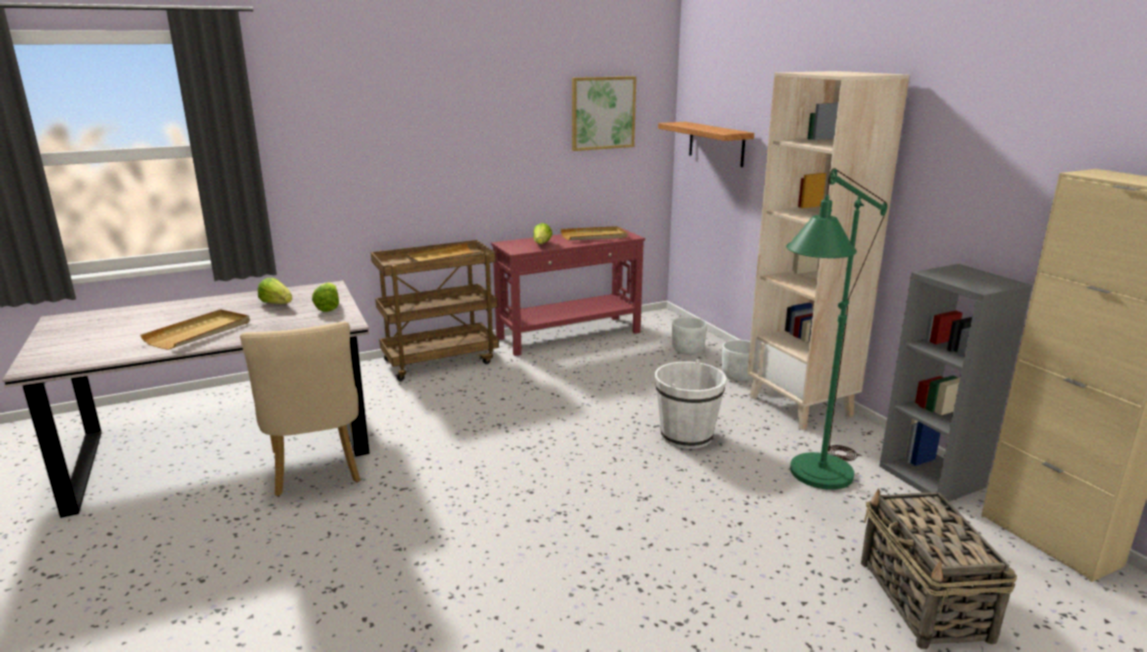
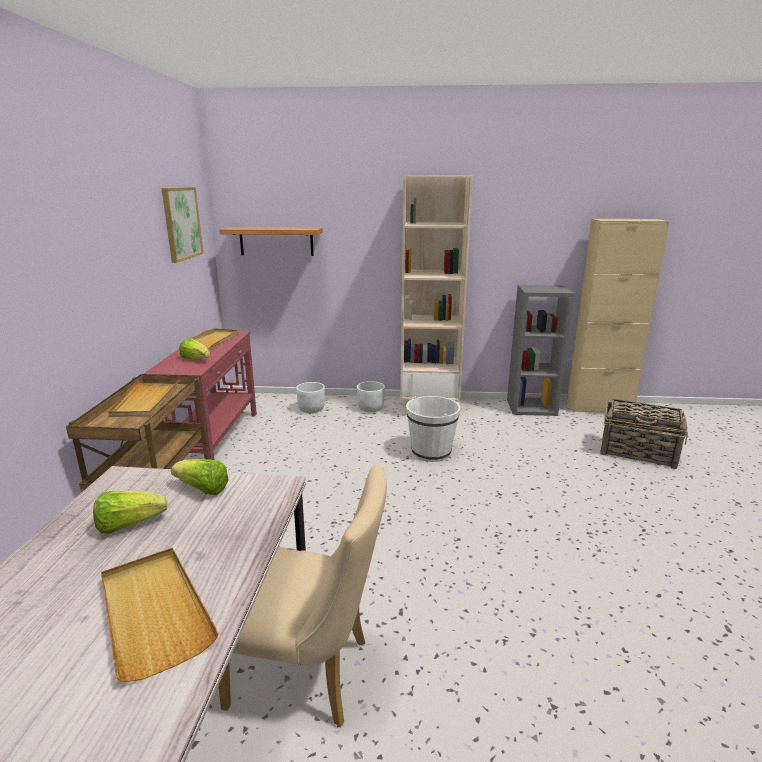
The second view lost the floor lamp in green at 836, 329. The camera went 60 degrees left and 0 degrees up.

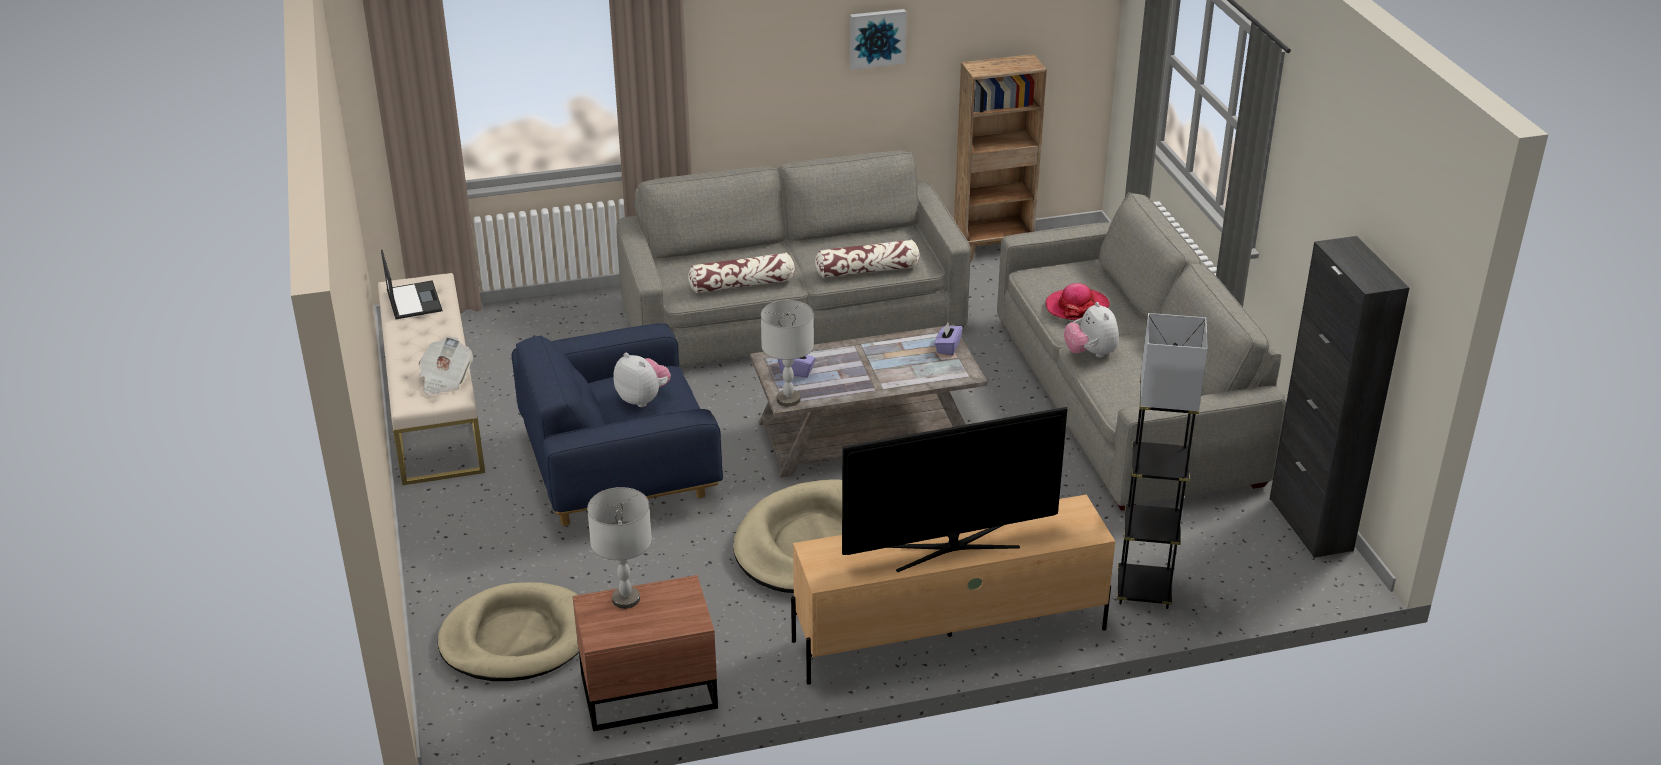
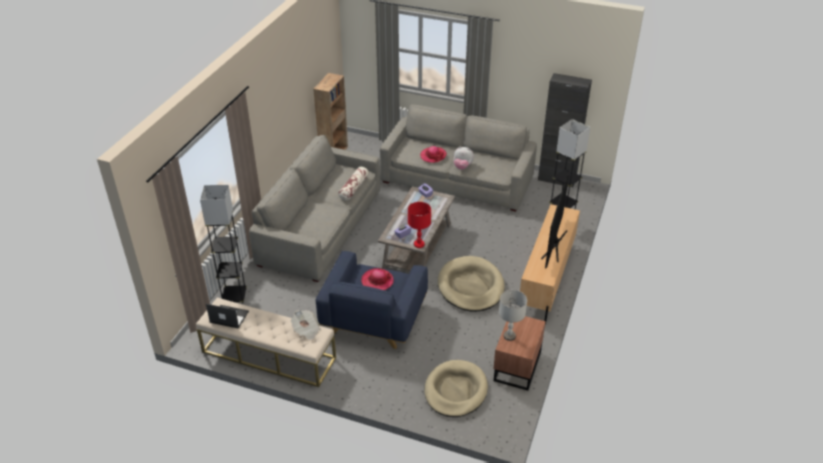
The second view gained the floor lamp in black at 223, 244. Where the plush toy stood at 642, 380, the hat came to stand at 377, 279. What was the table lamp in grey at 787, 353 turned into the table lamp in red at 419, 225. The second view lost the pillow at 741, 273. The second view lost the picture at 878, 39. The camera went 55 degrees left and 5 degrees up.

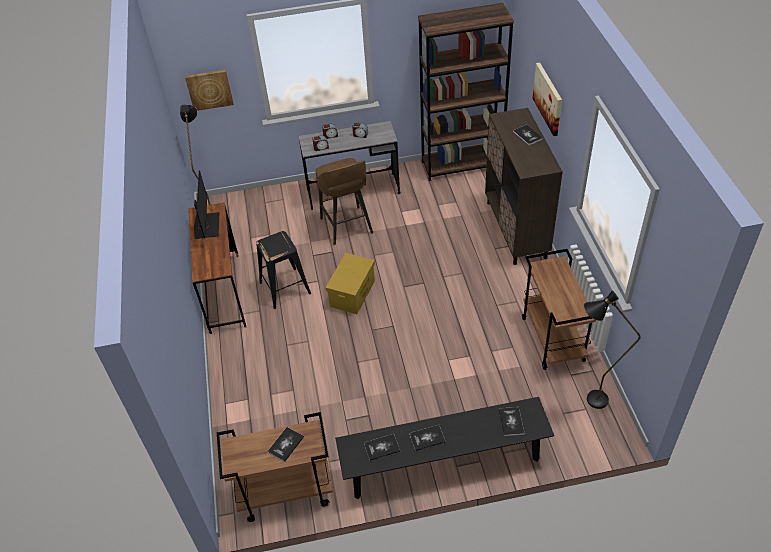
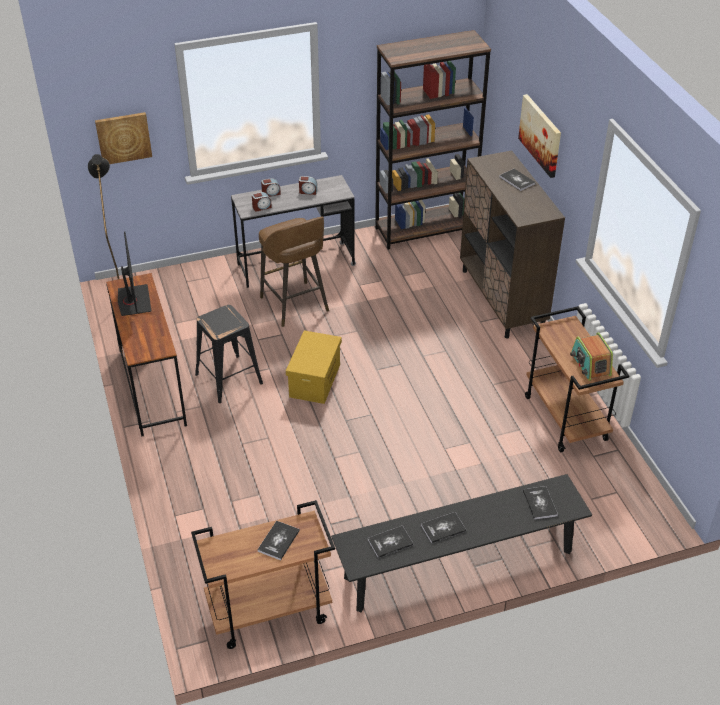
The second view gained the radio at 591, 356. The second view lost the floor lamp in black at 612, 349. The camera went 10 degrees left and 5 degrees down.

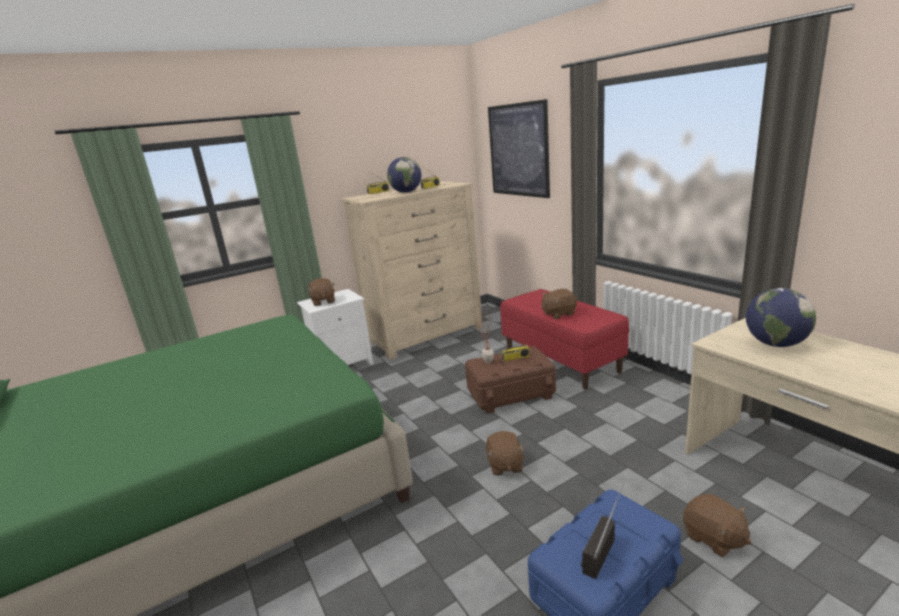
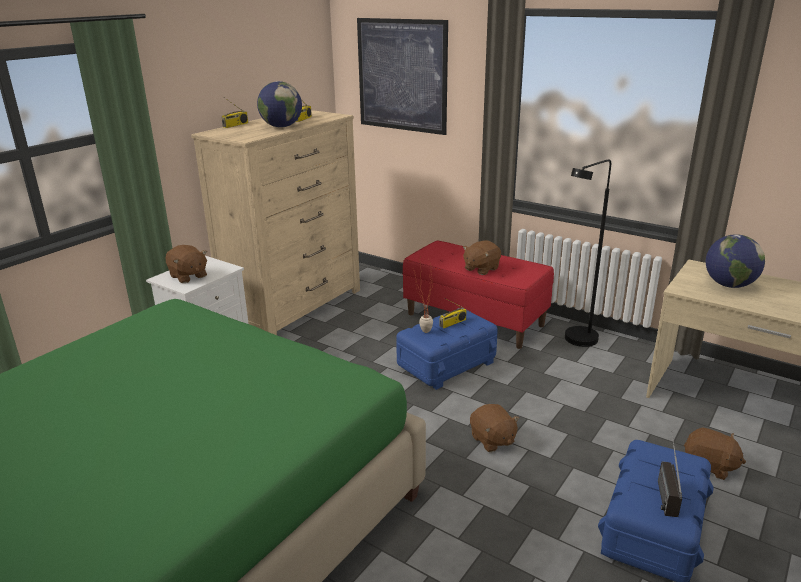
What was the storage box in brown at 510, 380 turned into the storage box in blue at 447, 349. The second view gained the floor lamp in black at 588, 253. The camera went 25 degrees left and 5 degrees up.

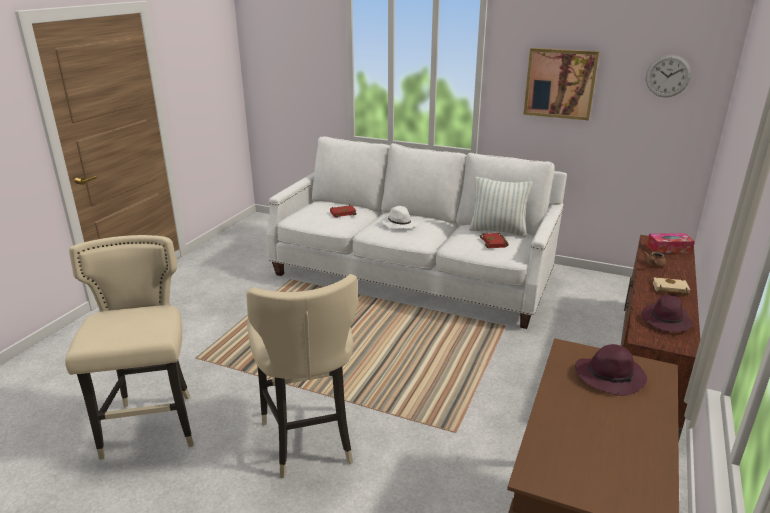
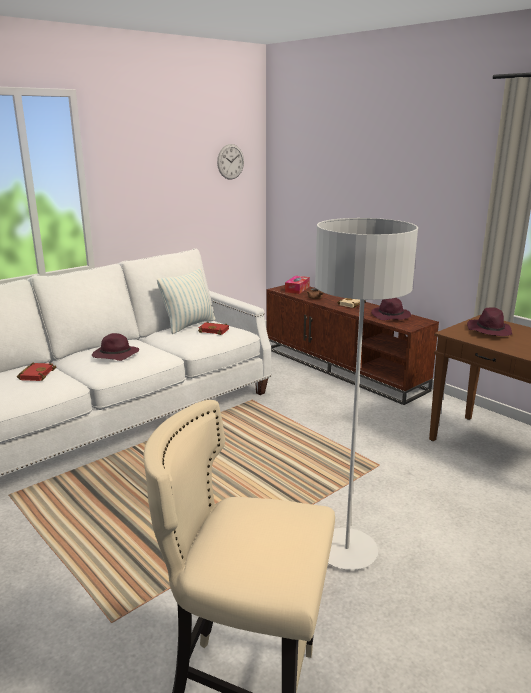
What was the hat in white at 399, 217 turned into the hat in purple at 115, 347. Where the stool in beige stood at 302, 376, the floor lamp in grey came to stand at 366, 394. The second view lost the picture at 561, 84. The camera went 65 degrees left and 5 degrees down.

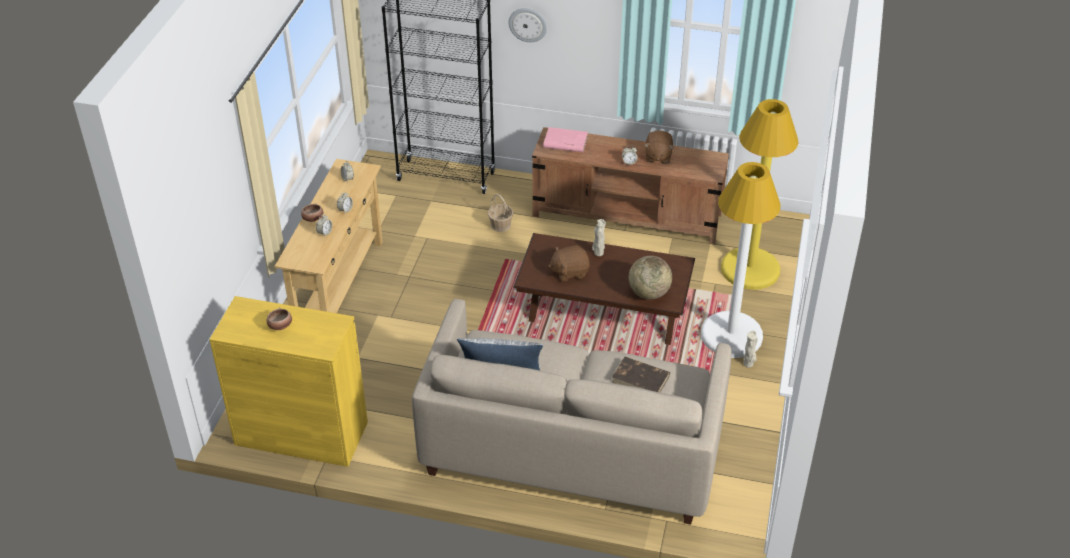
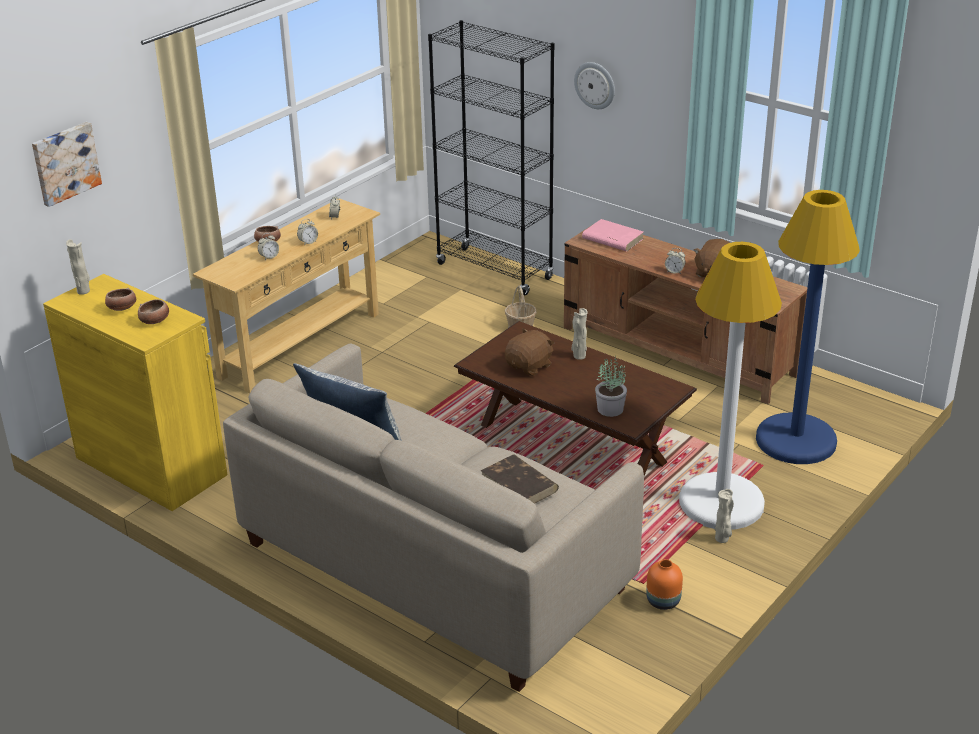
The second view gained the picture at 67, 164. The second view gained the vase in beige at 78, 267. The second view gained the bowl at 153, 311. The plush toy in brown at 568, 264 ended up facing another way, 120 degrees clockwise from before. Where the globe stood at 650, 277, the potted plant came to stand at 611, 386. The second view gained the vase in orange at 664, 584. What was the floor lamp in yellow at 760, 194 turned into the floor lamp in blue at 808, 327. The camera went 25 degrees right and 10 degrees down.

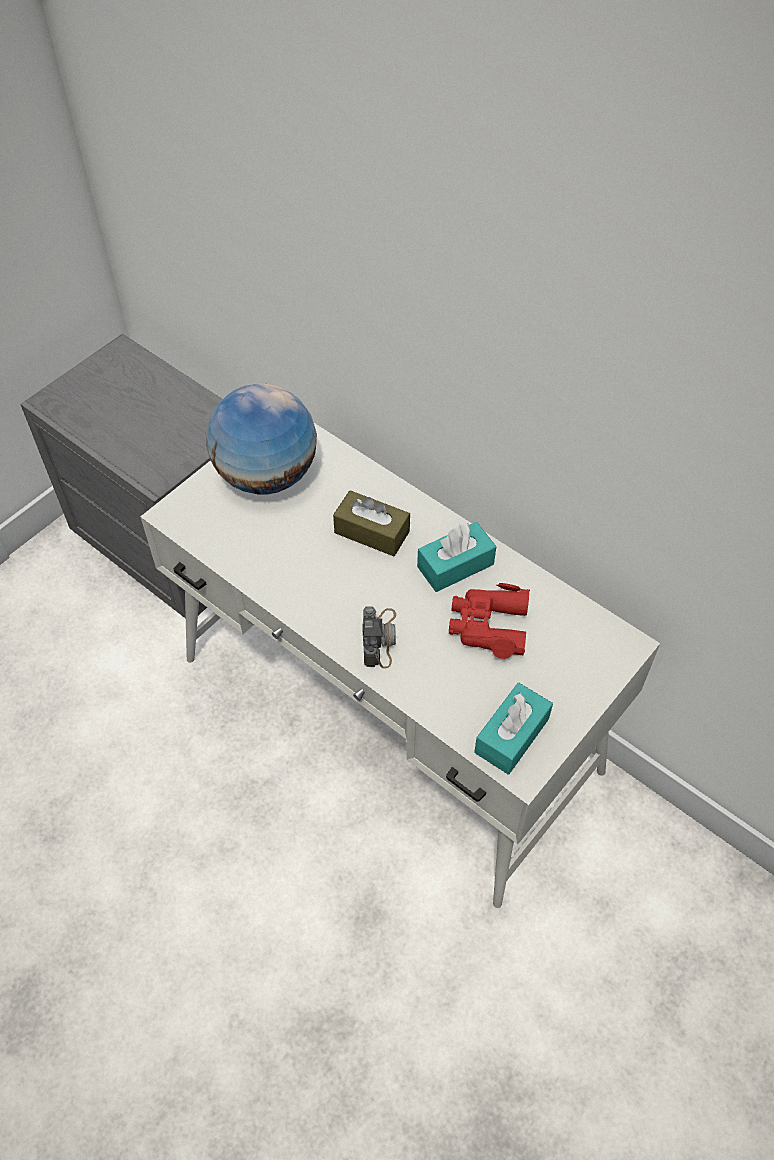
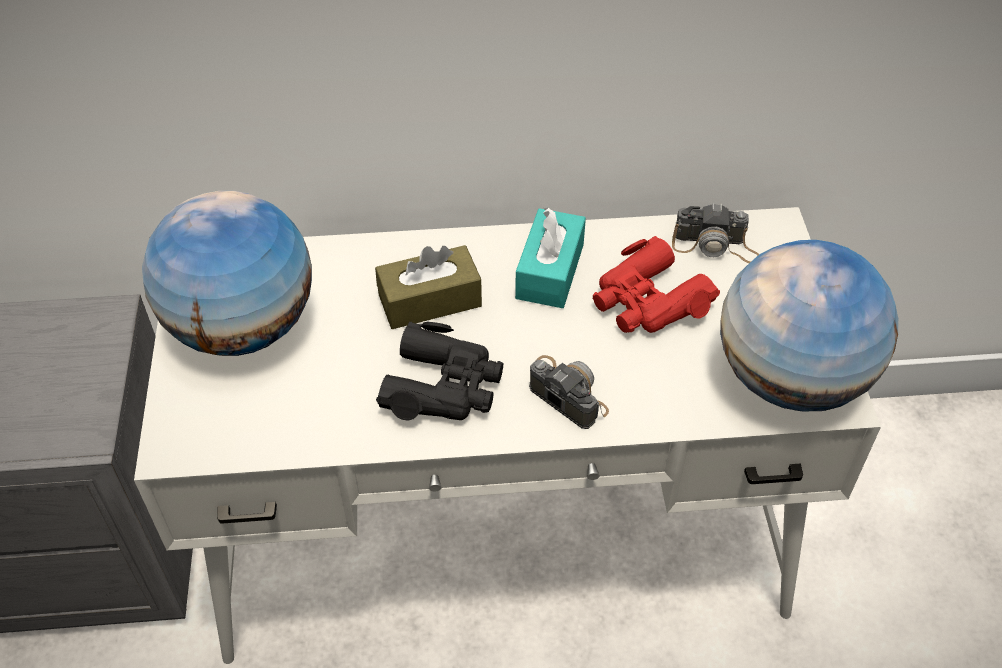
The second view gained the binoculars in black at 439, 371. The second view gained the photo camera at 715, 233. Where the tissue box in turquoise stood at 513, 729, the globe came to stand at 809, 325. The camera went 45 degrees left and 5 degrees down.

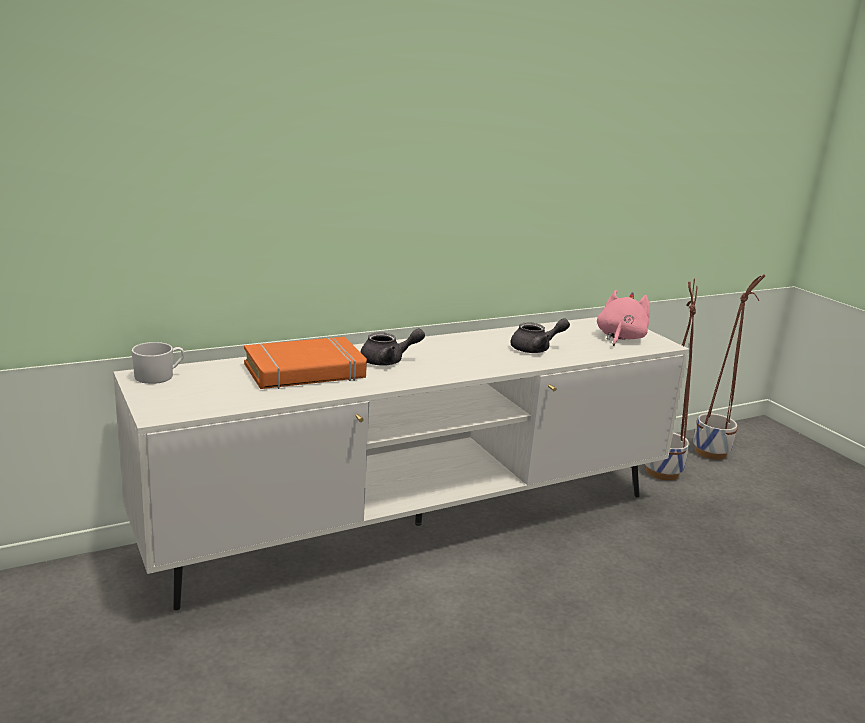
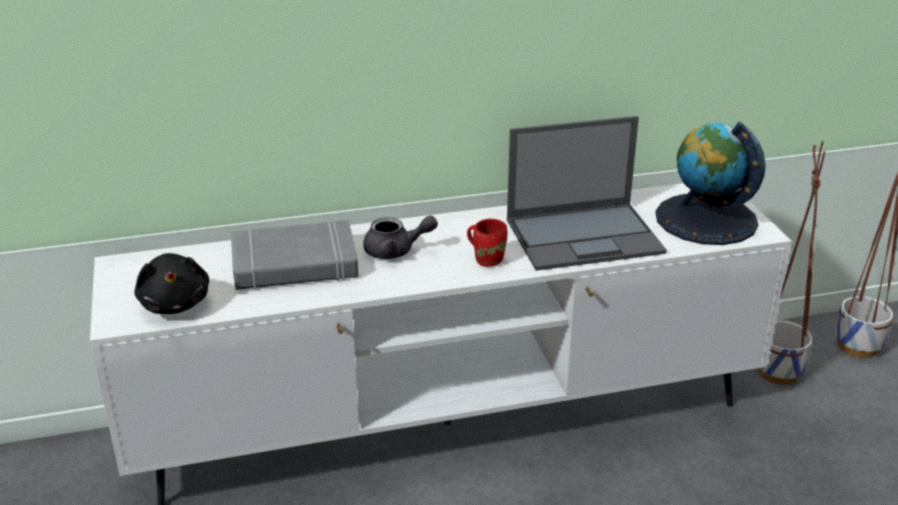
The second view gained the plush toy in black at 171, 283. What was the book in orange at 305, 363 turned into the book in grey at 295, 255. The second view gained the mug in red at 487, 243. Where the teapot in grey stood at 540, 335, the laptop came to stand at 587, 193. Where the plush toy in pink stood at 623, 318, the globe came to stand at 711, 183. The second view lost the mug in white at 157, 363. The camera went 15 degrees right and 10 degrees up.

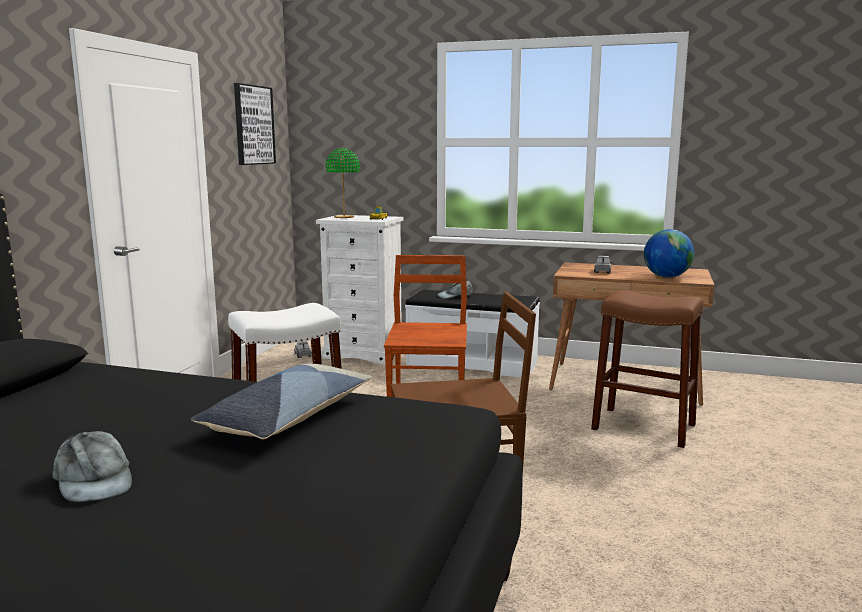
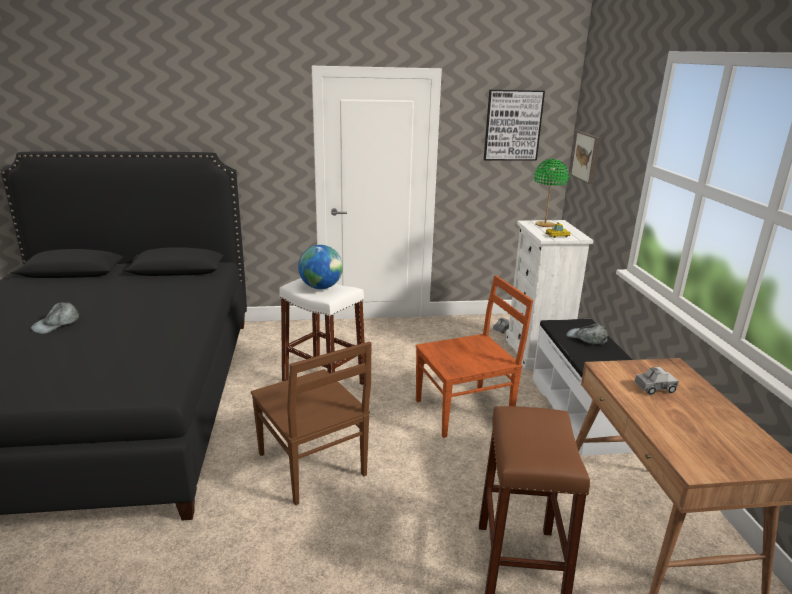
The globe ended up elsewhere, having gone from 669, 253 to 320, 267. The second view gained the picture at 586, 158. The second view lost the pillow at 281, 402. The camera went 65 degrees right and 10 degrees up.

